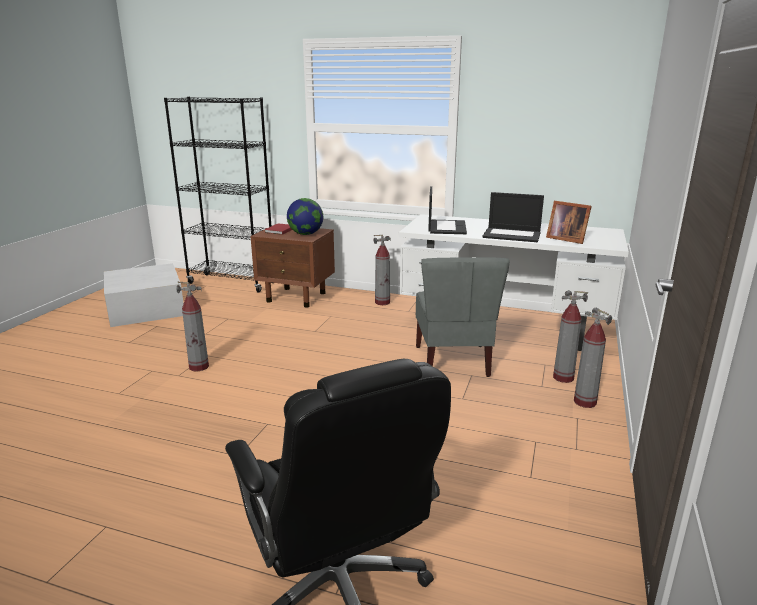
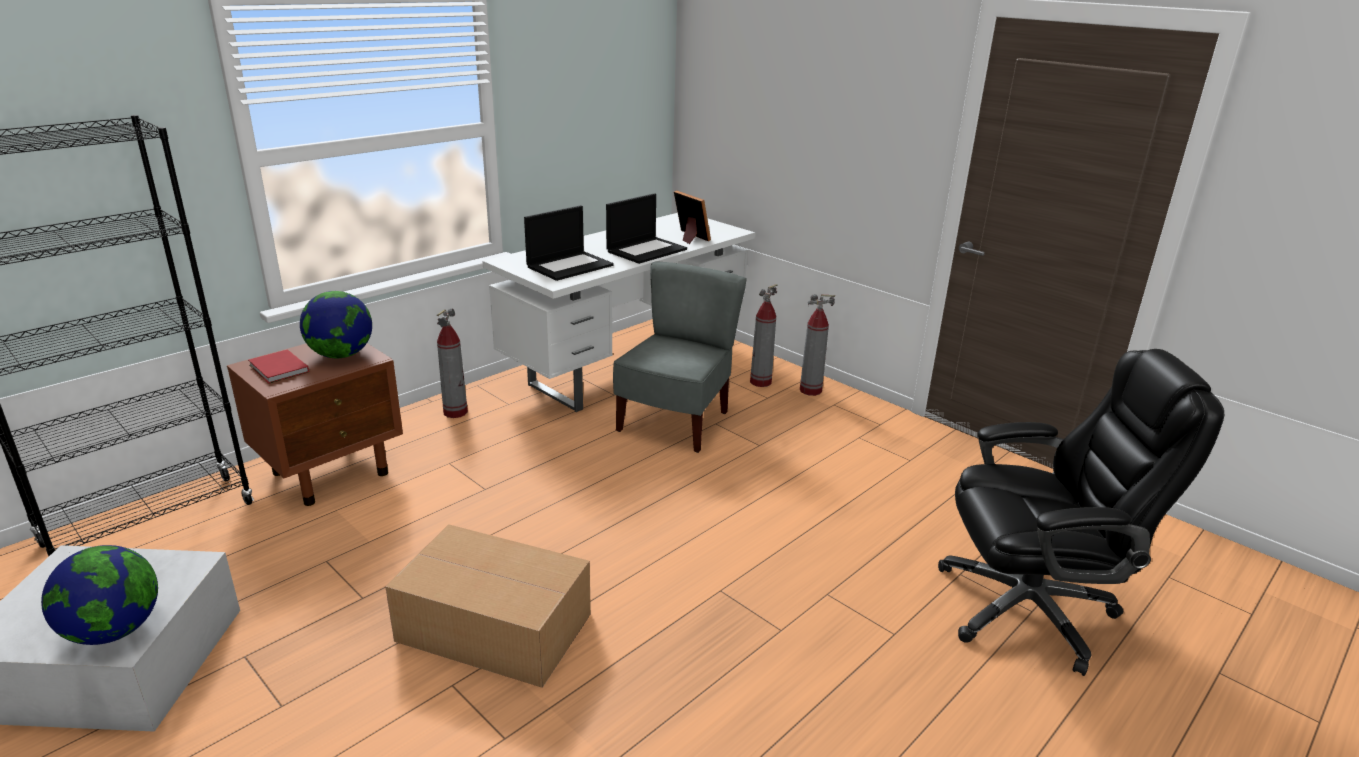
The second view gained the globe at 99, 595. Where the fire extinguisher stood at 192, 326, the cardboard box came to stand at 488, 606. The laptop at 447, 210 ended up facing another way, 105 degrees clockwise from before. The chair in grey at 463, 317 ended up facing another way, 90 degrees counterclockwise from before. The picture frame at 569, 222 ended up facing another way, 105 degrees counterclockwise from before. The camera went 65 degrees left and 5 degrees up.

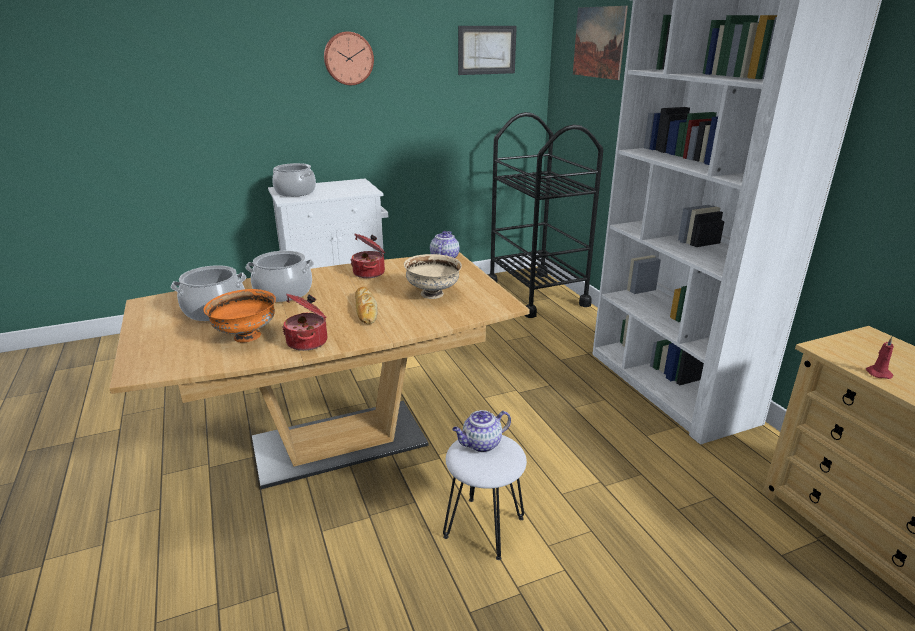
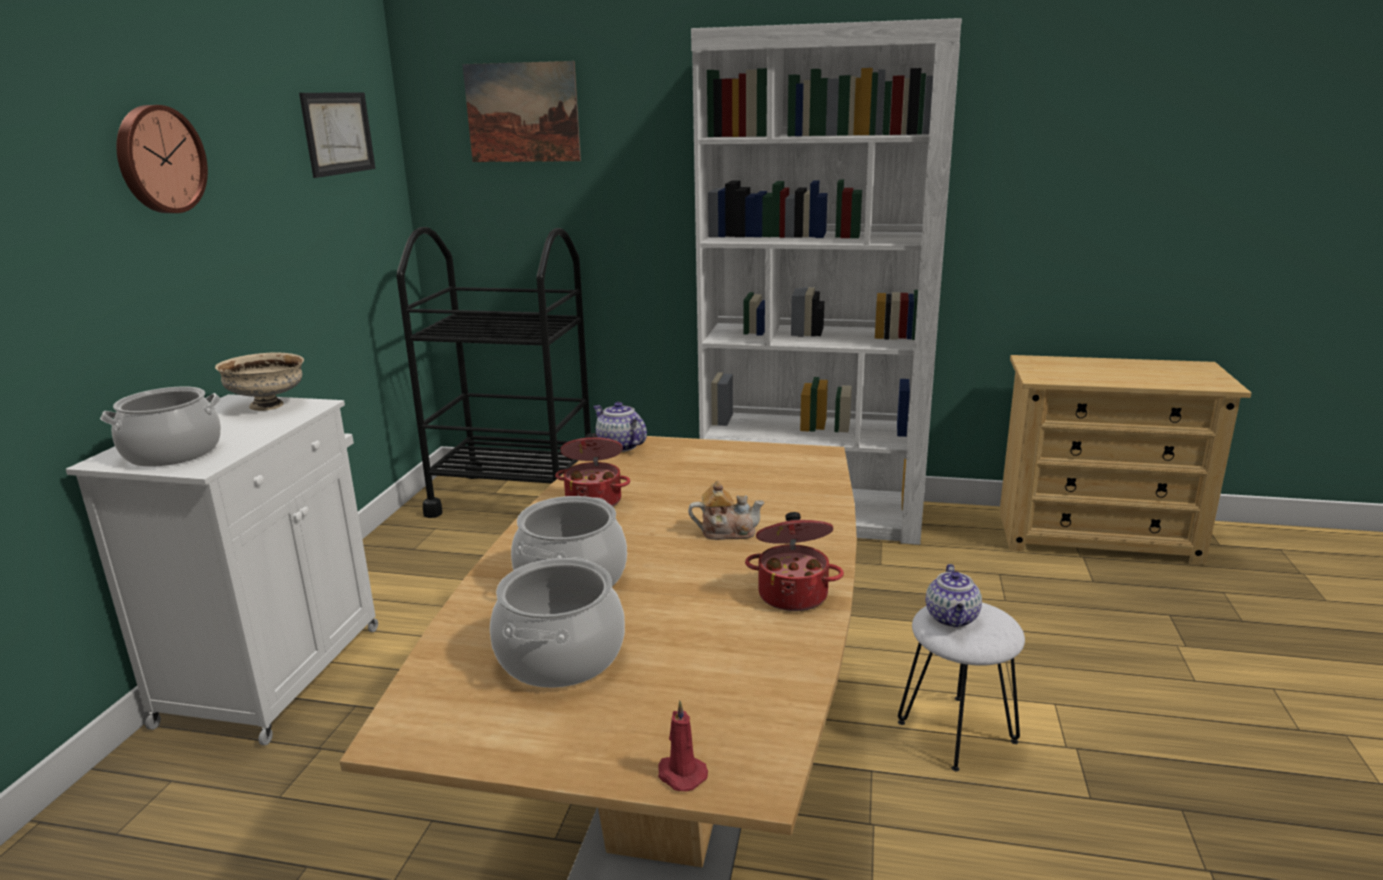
The bowl in beige ended up elsewhere, having gone from 433, 276 to 259, 382. The candle in red ended up elsewhere, having gone from 880, 358 to 683, 746. Where the bread stood at 366, 305, the teapot came to stand at 726, 510. The second view lost the bowl in orange at 240, 315. The camera went 55 degrees left and 5 degrees down.

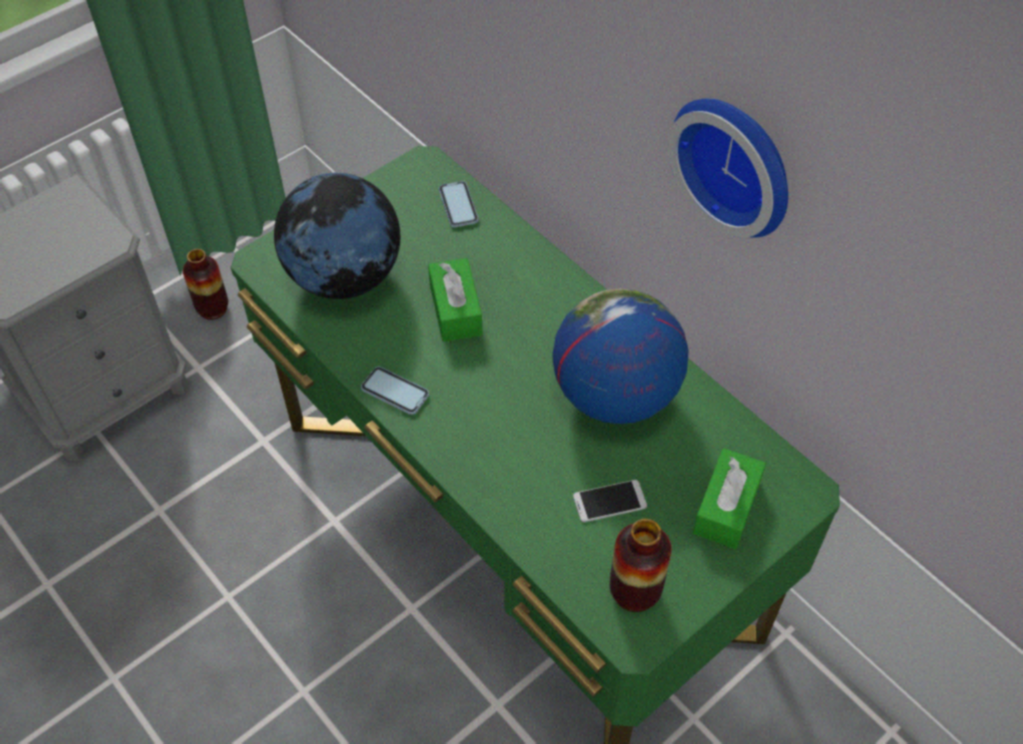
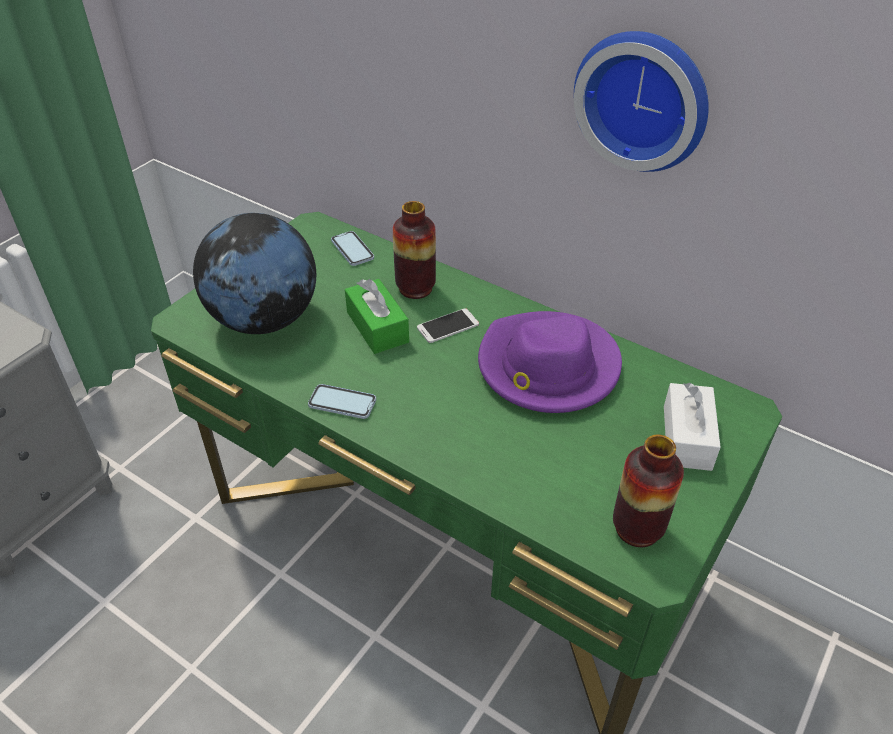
The vase ended up elsewhere, having gone from 205, 284 to 414, 250. The phone ended up elsewhere, having gone from 610, 501 to 448, 325. Where the globe stood at 620, 356, the hat in purple came to stand at 550, 362. What was the tissue box in green at 729, 498 turned into the tissue box in white at 692, 427. The camera went 15 degrees left and 10 degrees down.

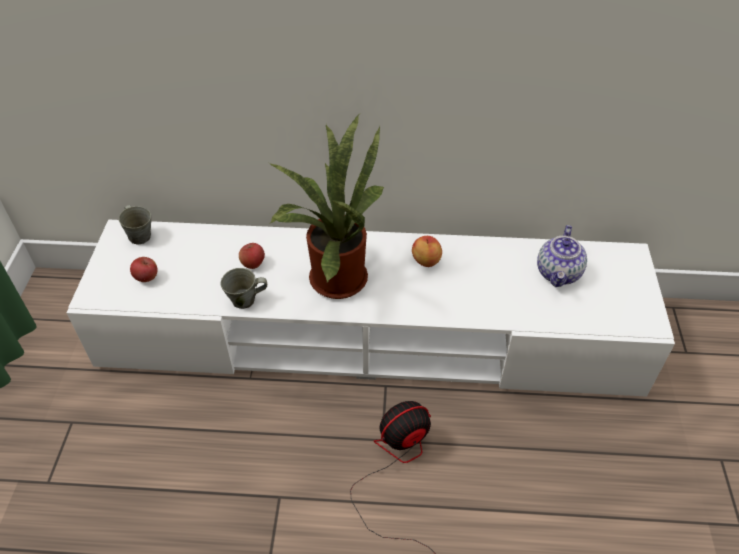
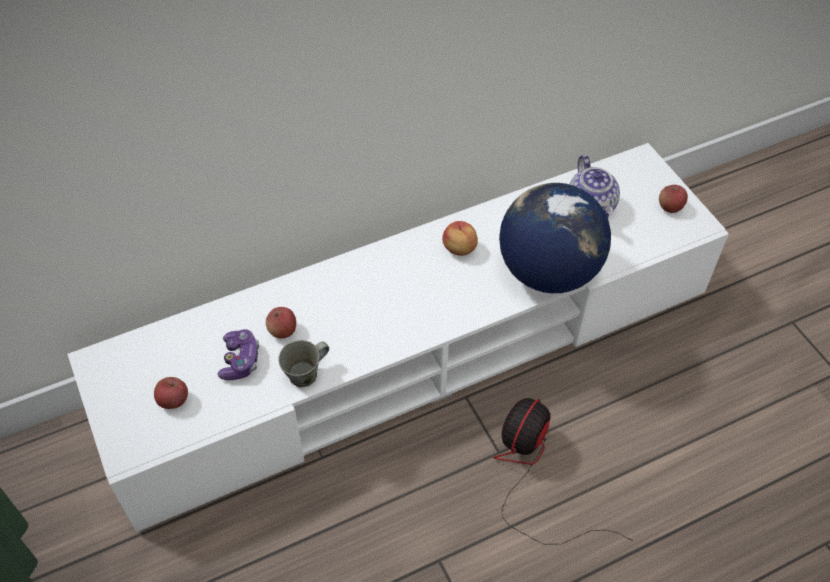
The second view gained the game controller at 238, 354. The second view gained the globe at 555, 238. The second view gained the apple at 673, 199. The second view lost the mug in grey at 135, 224. The second view lost the potted plant at 326, 207. The camera went 30 degrees left and 5 degrees up.

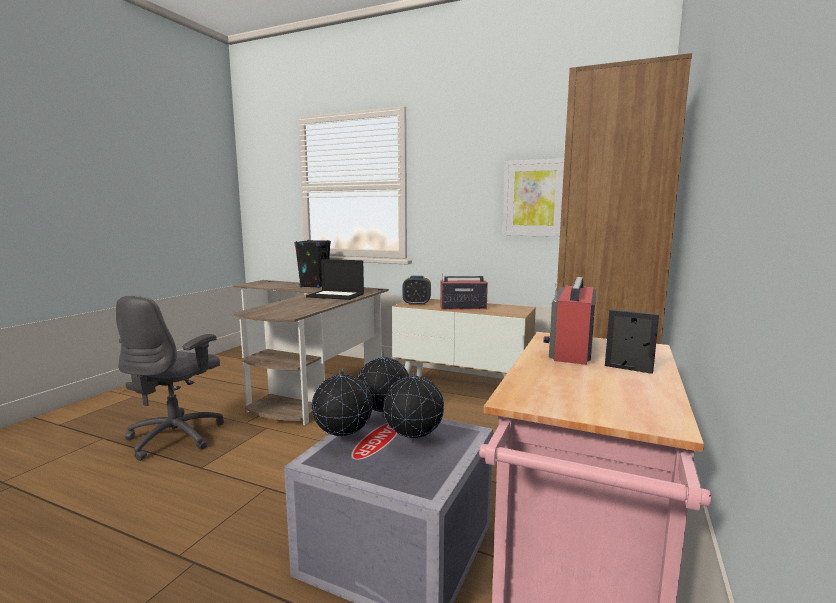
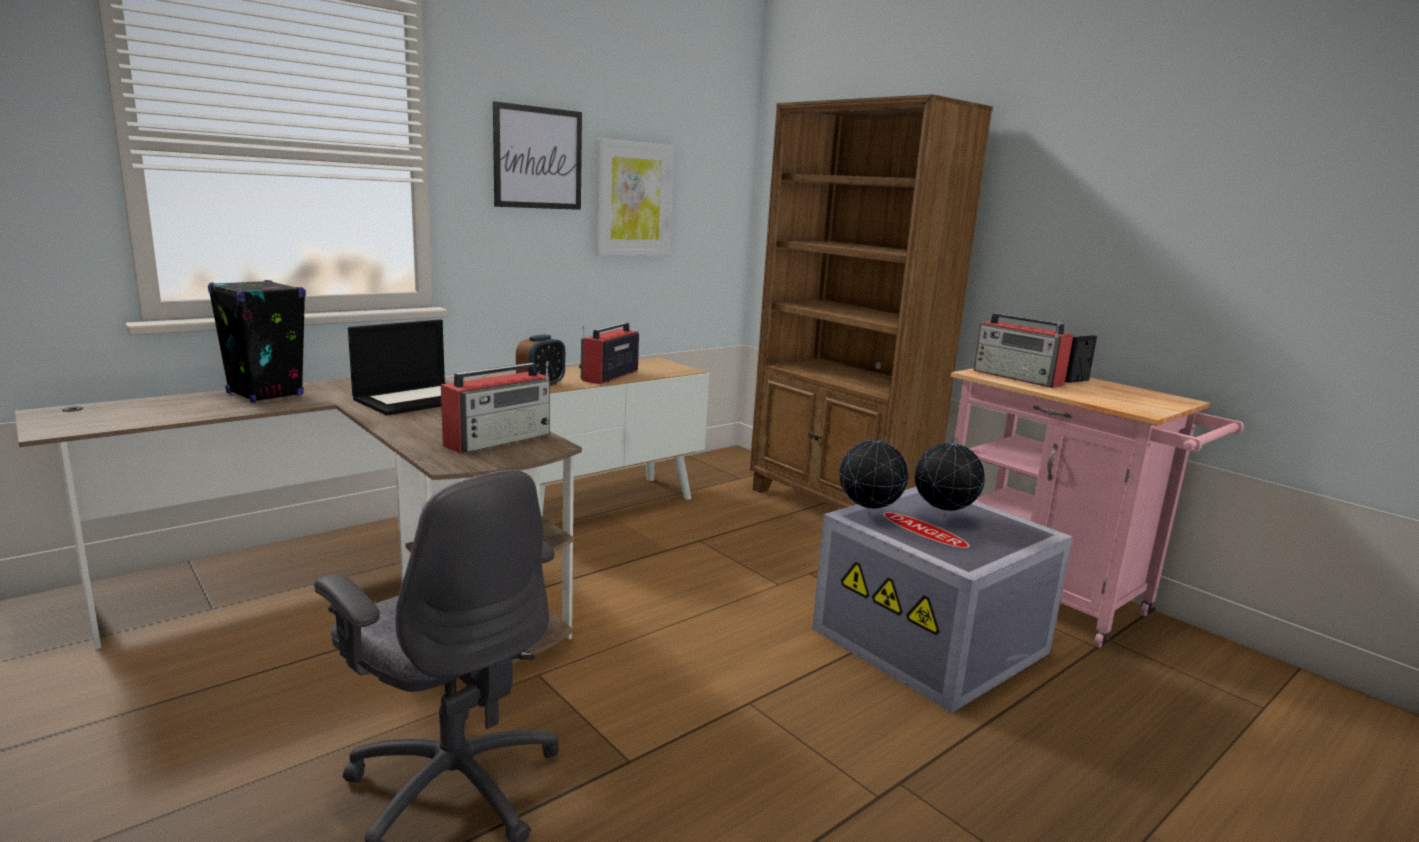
The second view gained the radio at 495, 407. The second view gained the picture at 537, 155. The second view lost the globe at 342, 405. The camera went 65 degrees left and 5 degrees up.

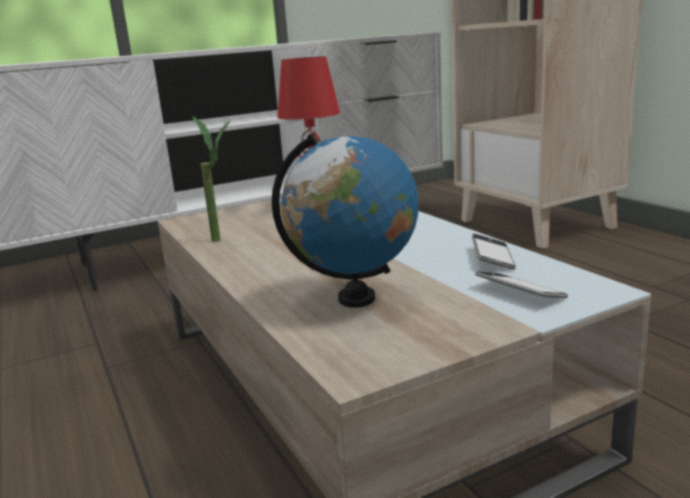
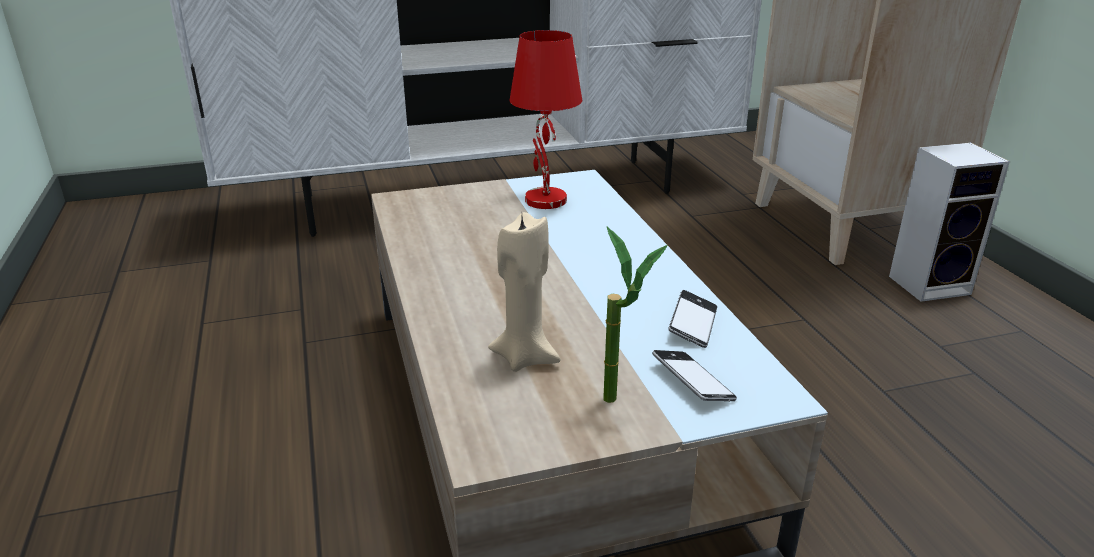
Where the globe stood at 345, 220, the candle in beige came to stand at 524, 292. The potted plant ended up elsewhere, having gone from 211, 179 to 635, 315. The second view gained the speaker at 949, 222. The camera went 10 degrees right and 10 degrees up.

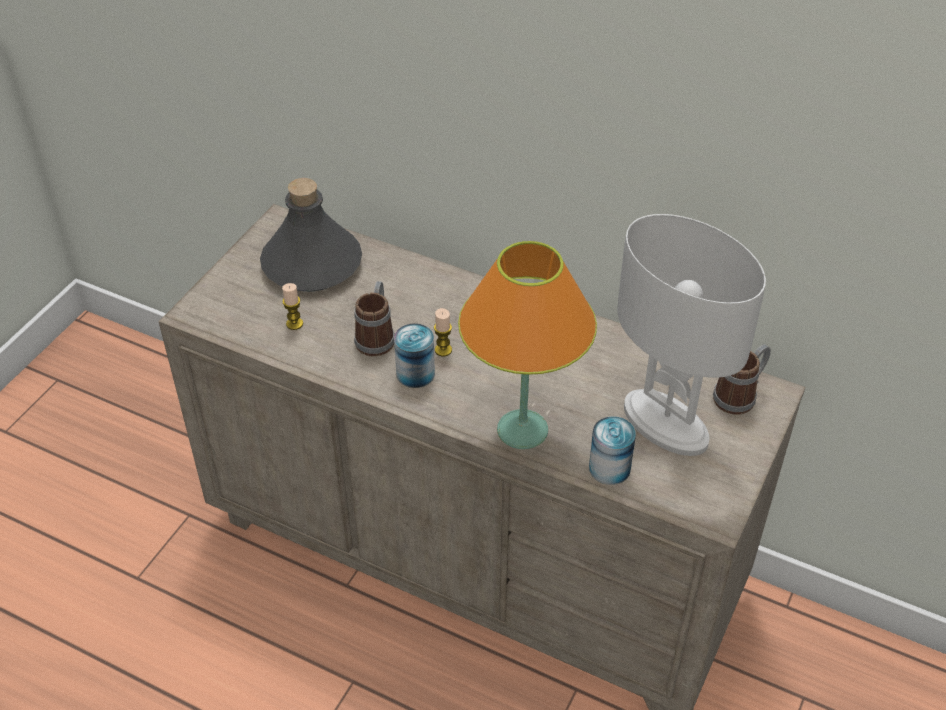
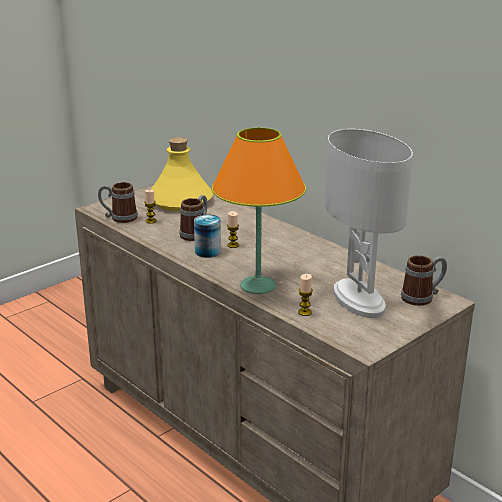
The second view gained the mug at 118, 202. What was the bottle in grey at 311, 235 turned into the bottle in yellow at 182, 174. Where the can stood at 612, 450, the candle came to stand at 305, 295. The camera went 20 degrees right and 20 degrees down.

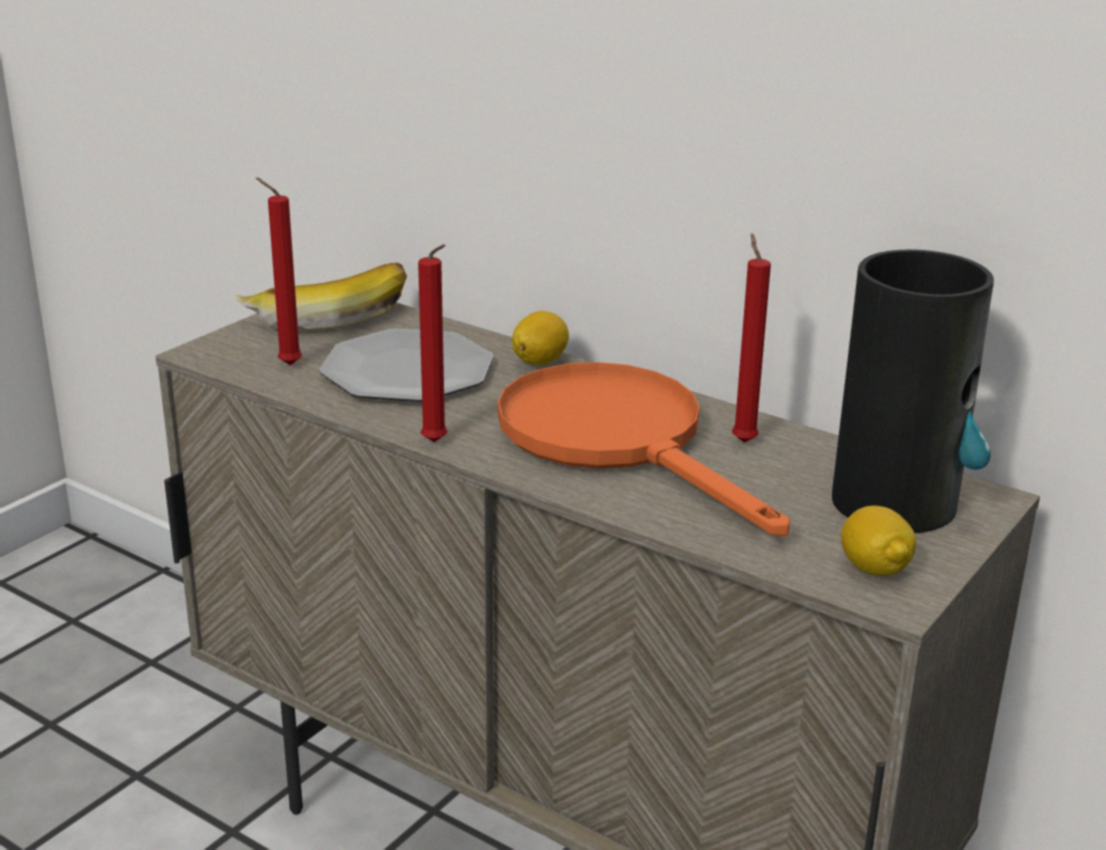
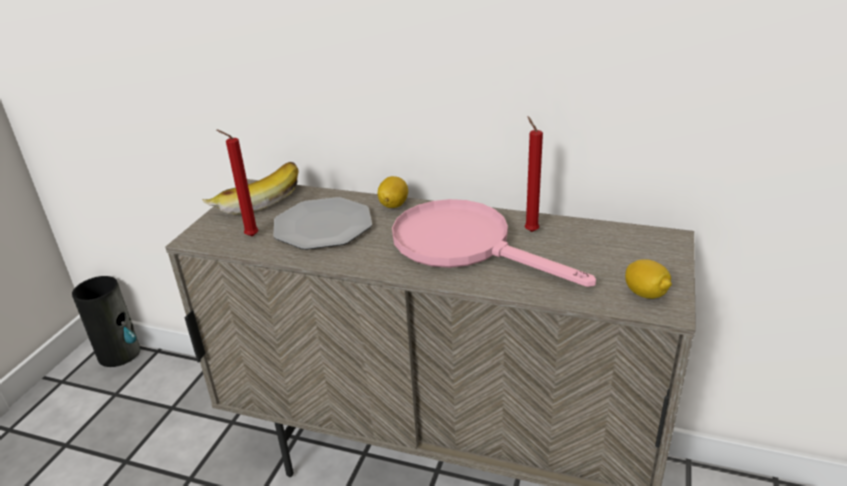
The vase ended up elsewhere, having gone from 913, 391 to 106, 321. What was the frying pan in orange at 644, 449 turned into the frying pan in pink at 494, 243. The second view lost the candle in red at 432, 343. The camera went 15 degrees left and 5 degrees up.

